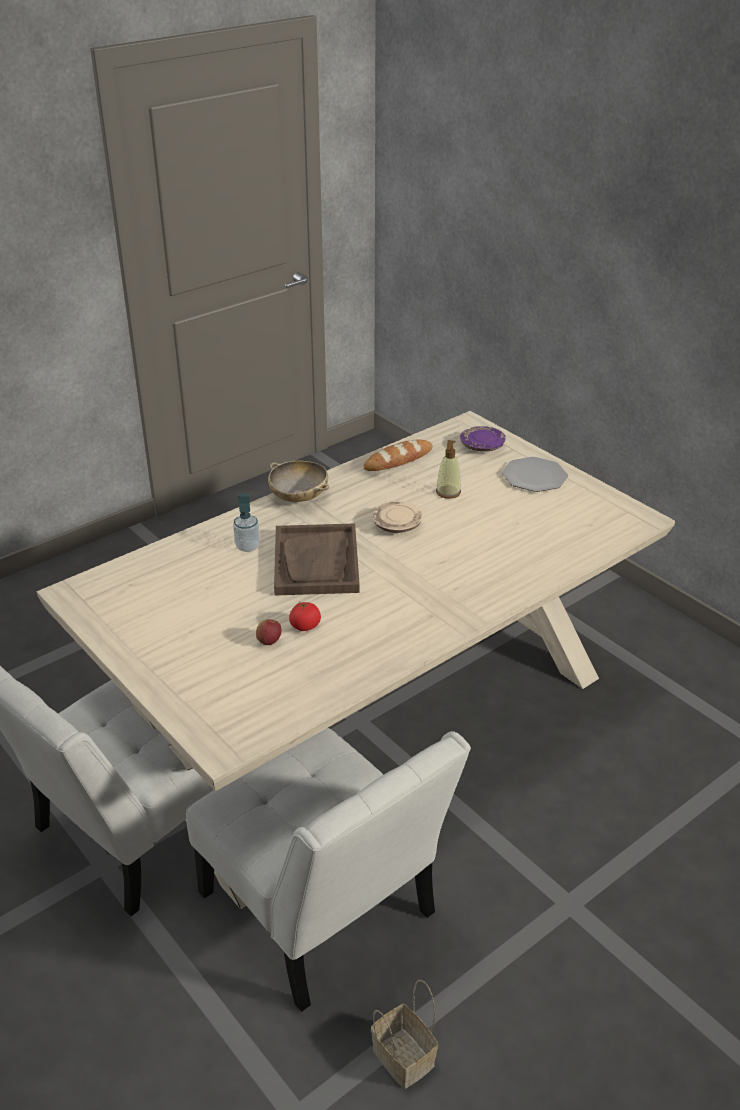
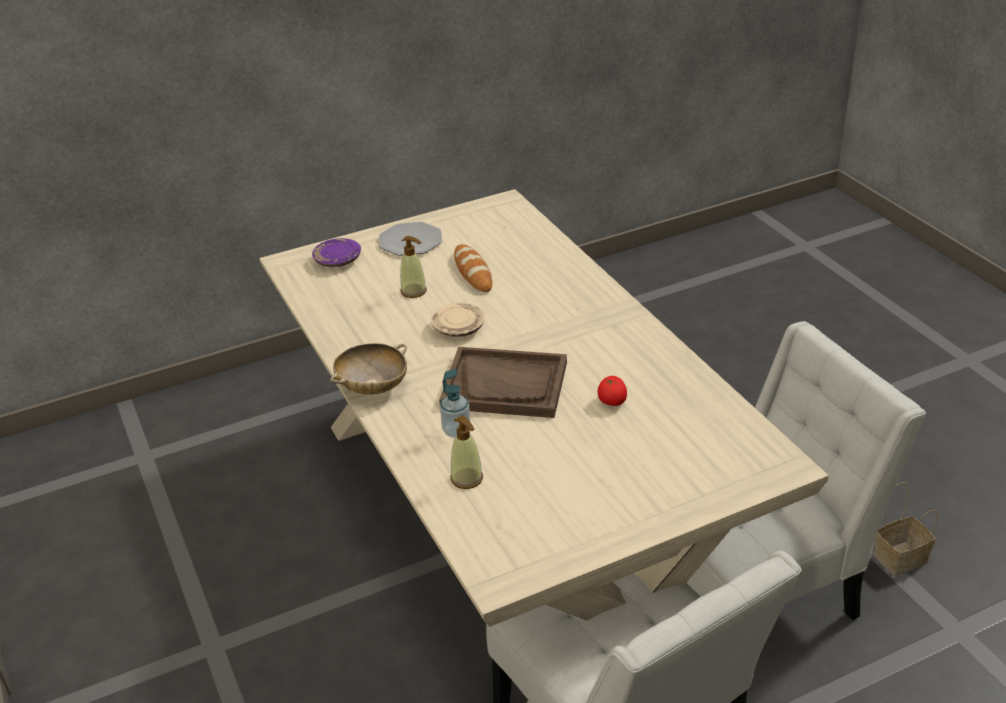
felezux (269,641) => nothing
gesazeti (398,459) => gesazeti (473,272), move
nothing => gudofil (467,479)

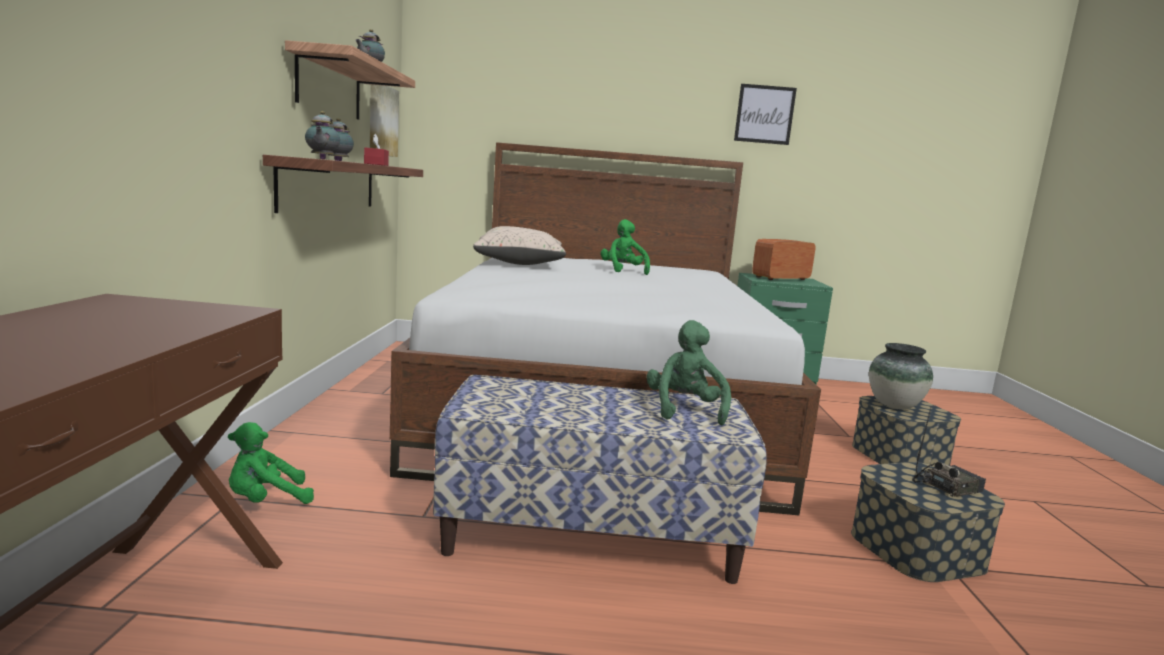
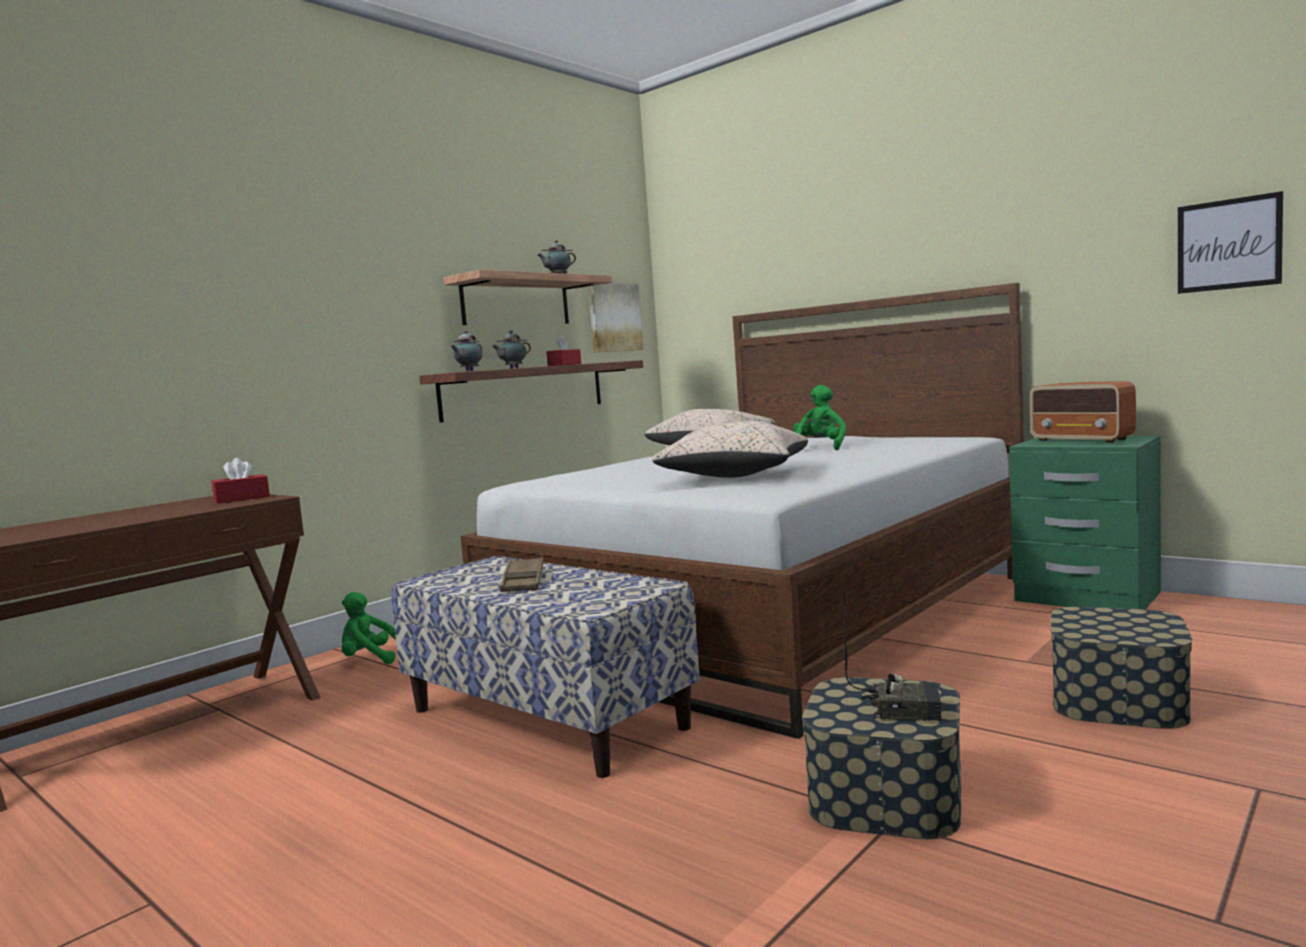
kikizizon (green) (684,410) => nothing
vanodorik (764,114) => vanodorik (1228,244), move
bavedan (780,278) => bavedan (1082,440), 135 degrees counterclockwise
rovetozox (894,406) => nothing
nothing => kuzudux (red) (242,499)
nothing => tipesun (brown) (523,581)
nothing => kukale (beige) (735,477)

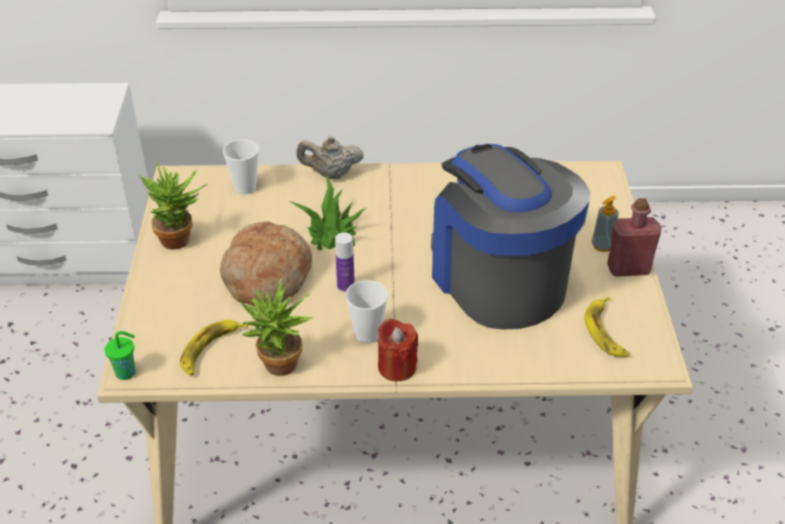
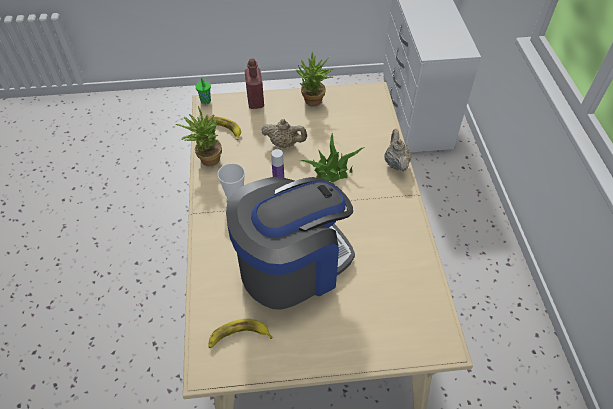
gesazeti (266,276) => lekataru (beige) (284,144)
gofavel (245,188) => nothing
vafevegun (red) (397,367) => nothing
gudofil (602,246) => nothing
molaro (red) (628,269) => molaro (red) (255,101), move

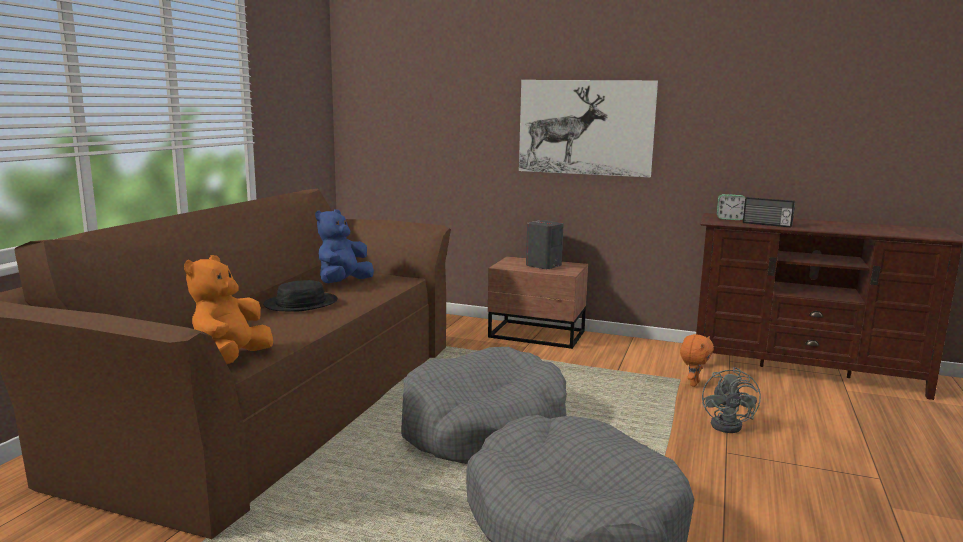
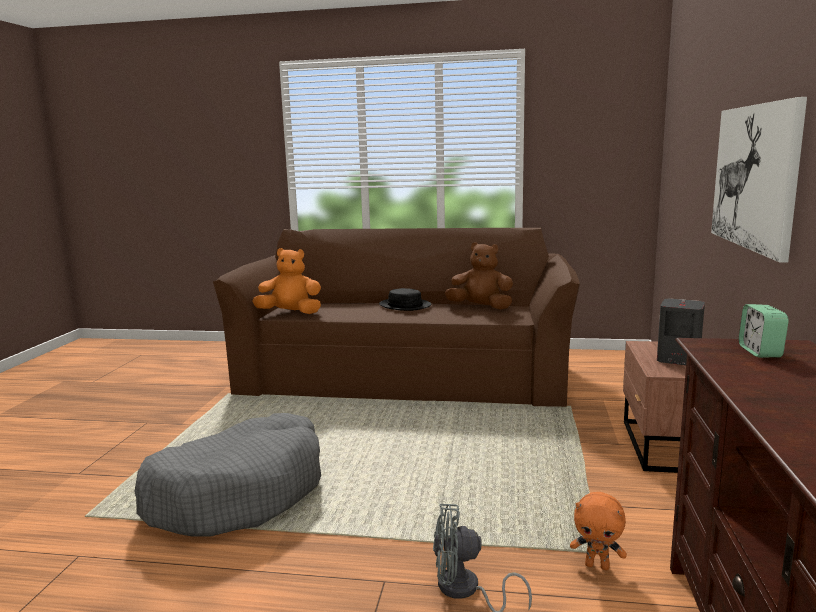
kikizizon (blue) (343,283) => kikizizon (brown) (481,307)
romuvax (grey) (483,427) => nothing
bavedan (767,224) => nothing

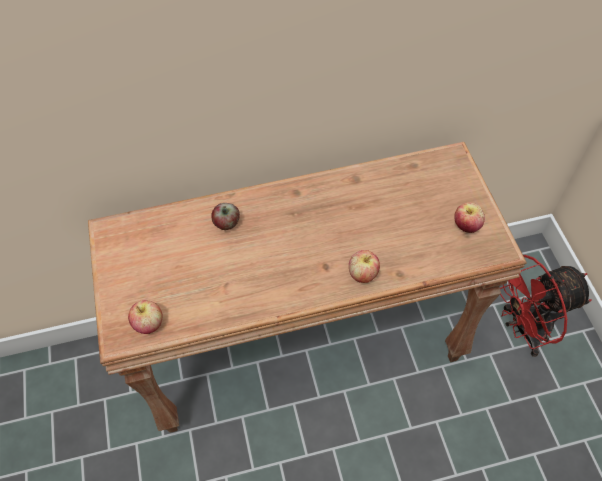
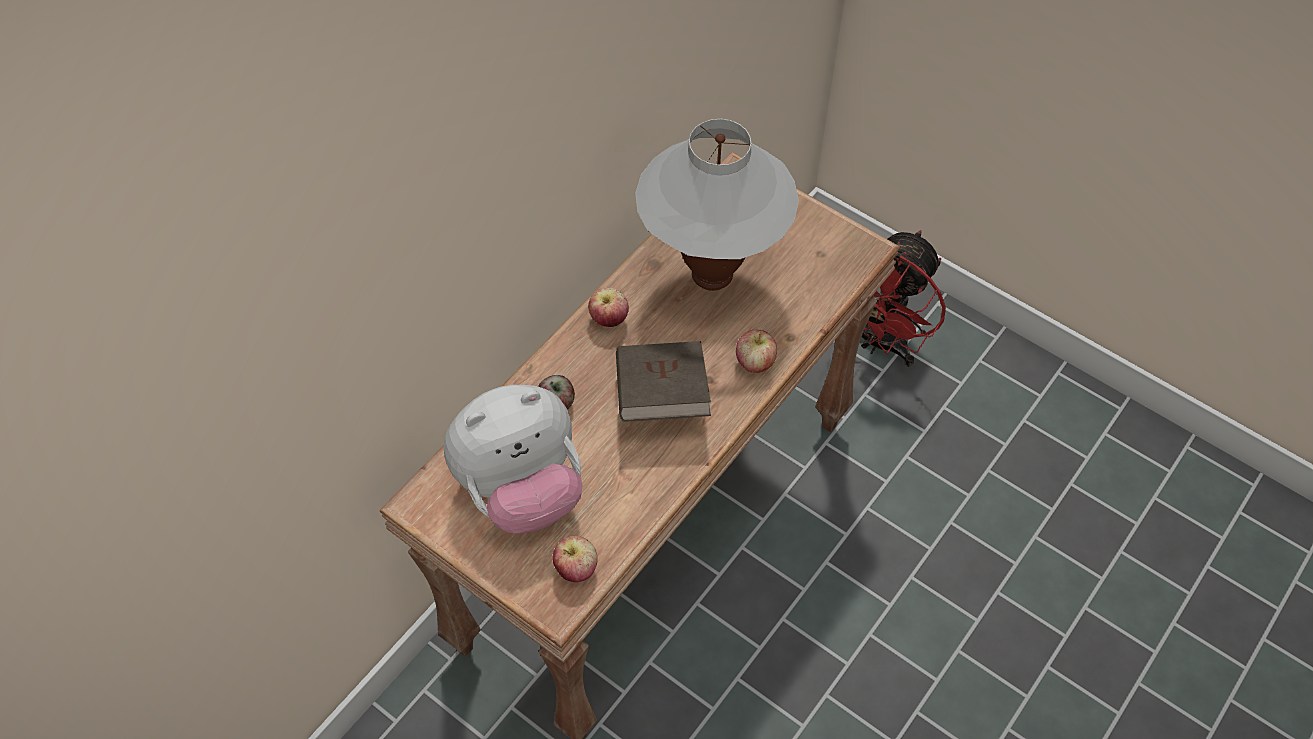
felezux (466,226) => felezux (609,319), move
nothing => kikizizon (522,489)
nothing => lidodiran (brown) (661,396)
nothing => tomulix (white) (712,276)

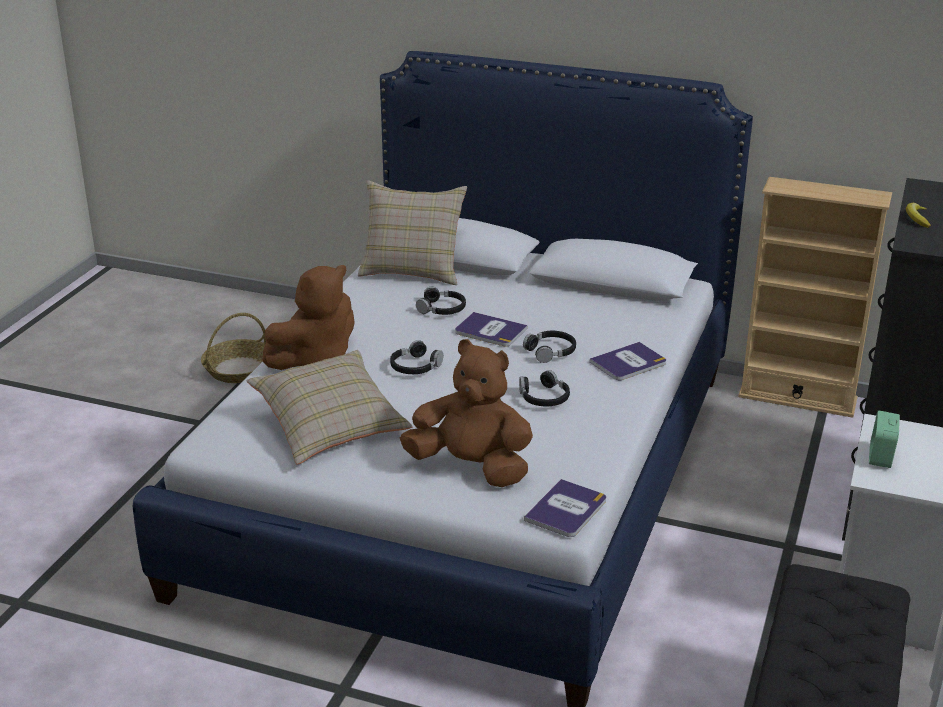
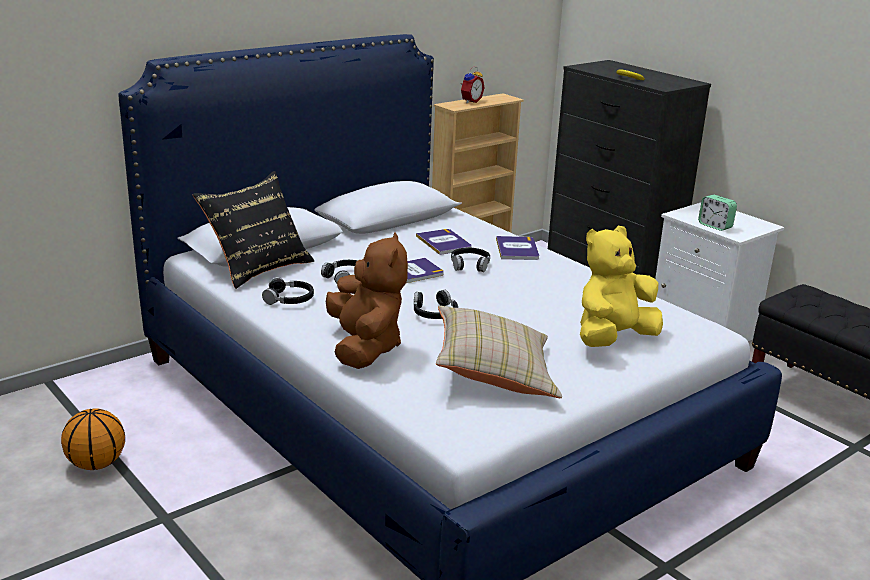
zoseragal (238,370) => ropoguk (97,464)
kukale (beige) (412,270) => kukale (black) (258,268)
kikizizon (brown) (471,467) => kikizizon (yellow) (613,339)
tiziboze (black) (544,397) => tiziboze (black) (289,299), move
lidodiran (566,510) => lidodiran (444,242), move
nothing => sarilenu (470,101)

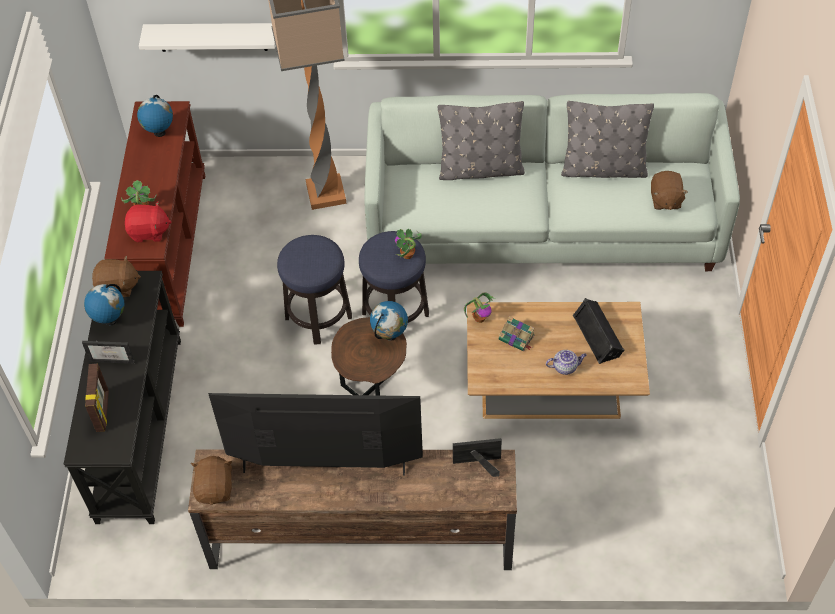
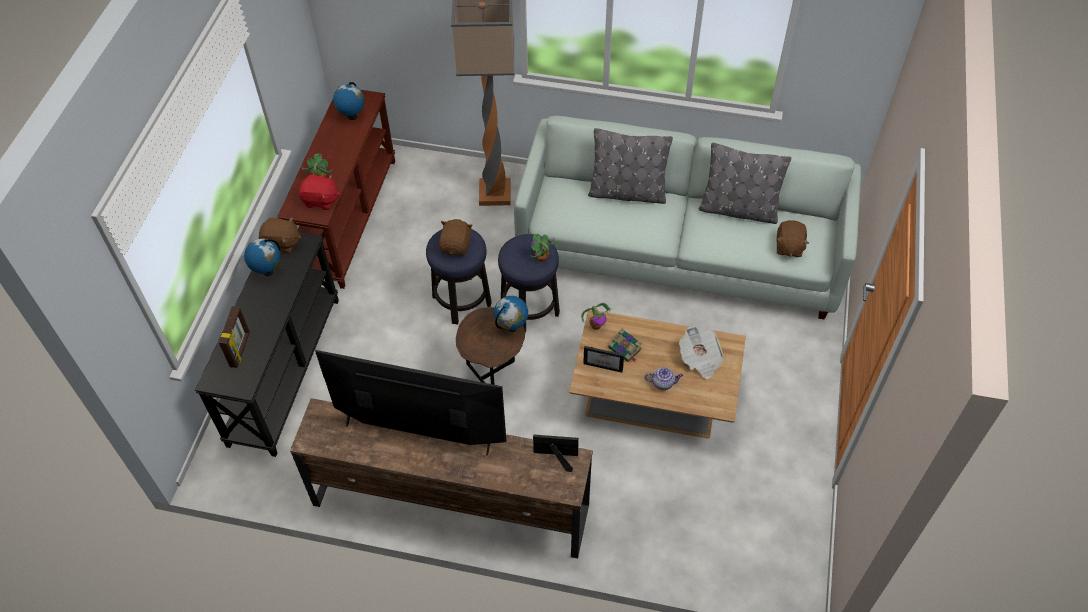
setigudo (114,357) => setigudo (604,364), move
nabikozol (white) (212,37) => nothing
kikizizon (brown) (215,488) => kikizizon (brown) (456,246), move
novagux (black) (598,335) => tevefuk (700,359)

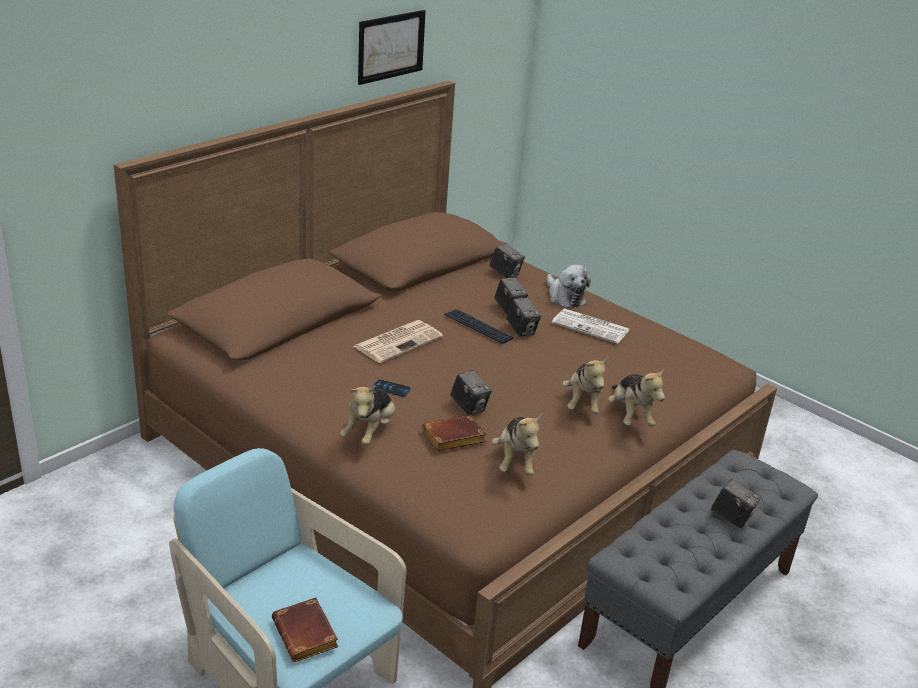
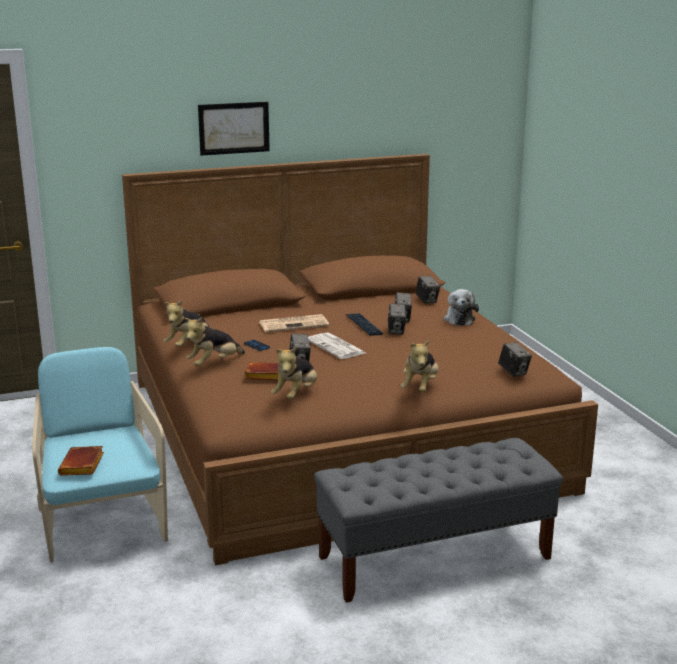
vanodorik (391,46) => vanodorik (234,128), move
tevefuk (591,327) => tevefuk (336,347), move
kikizizon (583,402) => kikizizon (189,344), move
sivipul (731,518) => sivipul (514,372), move

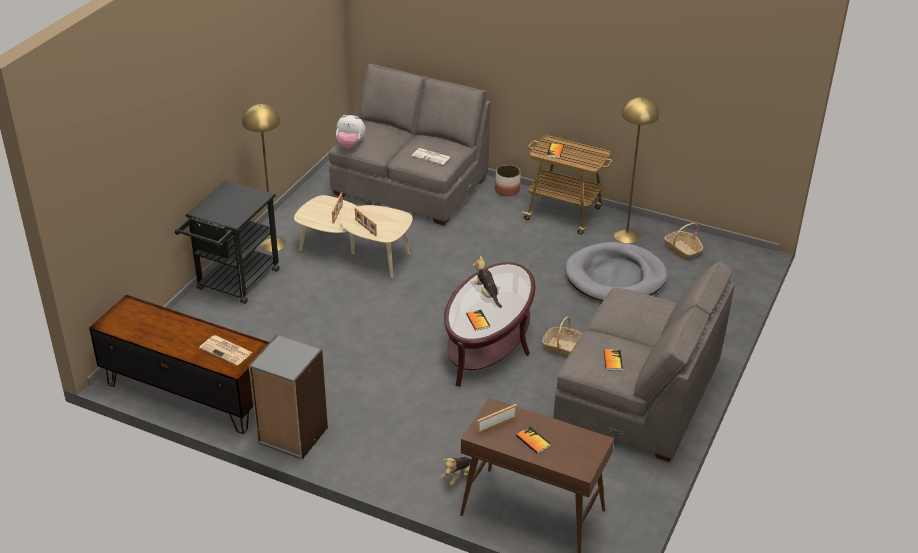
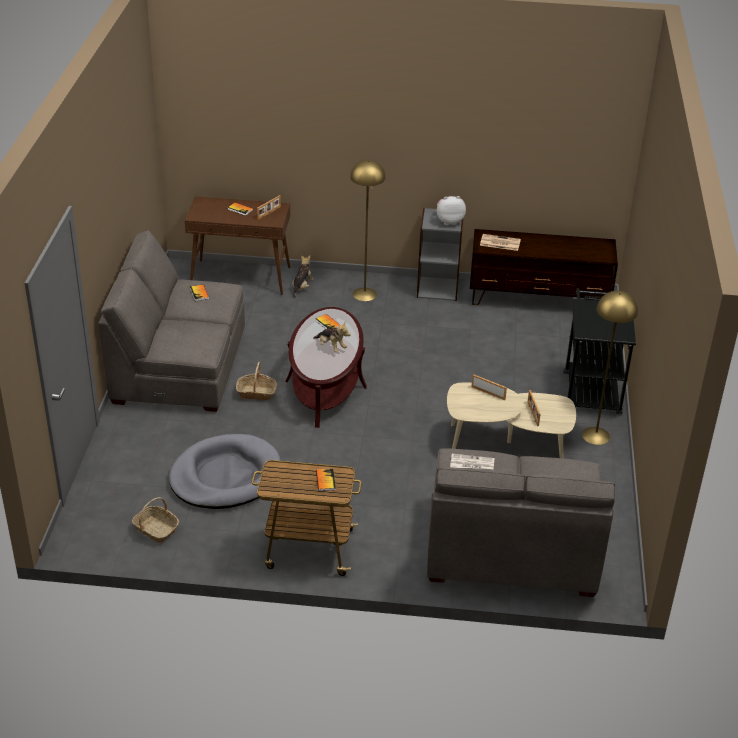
kikizizon (350,144) => kikizizon (449,221), move
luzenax (507,190) => nothing
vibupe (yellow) (626,235) => vibupe (yellow) (364,294), move

